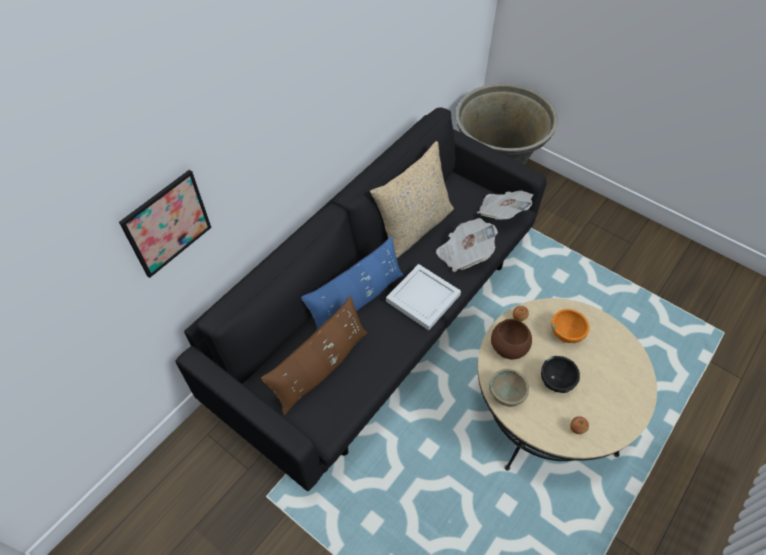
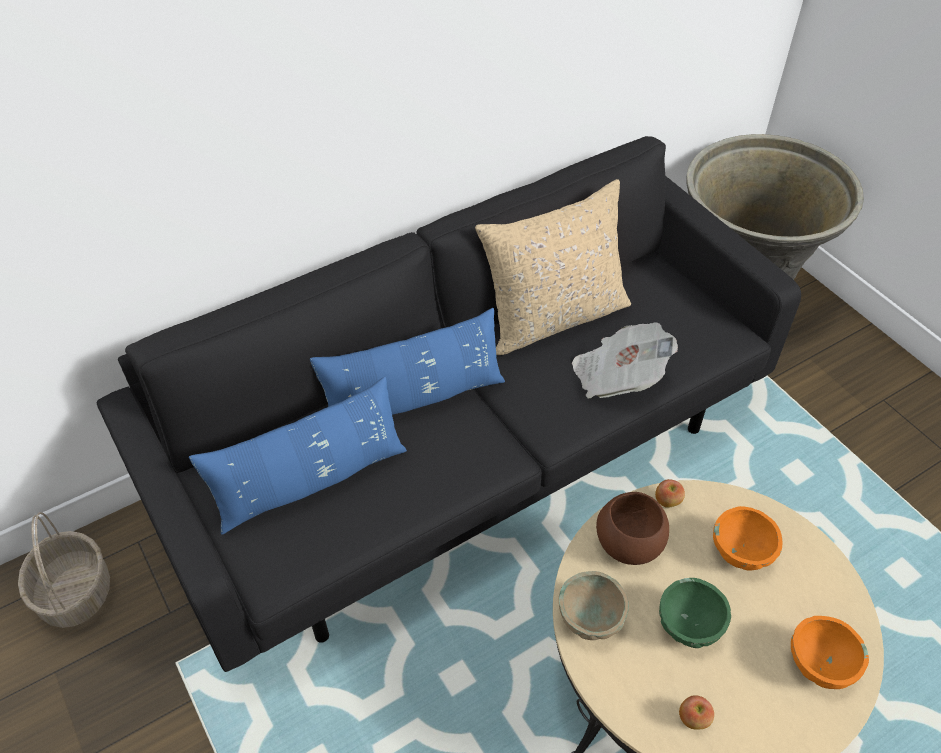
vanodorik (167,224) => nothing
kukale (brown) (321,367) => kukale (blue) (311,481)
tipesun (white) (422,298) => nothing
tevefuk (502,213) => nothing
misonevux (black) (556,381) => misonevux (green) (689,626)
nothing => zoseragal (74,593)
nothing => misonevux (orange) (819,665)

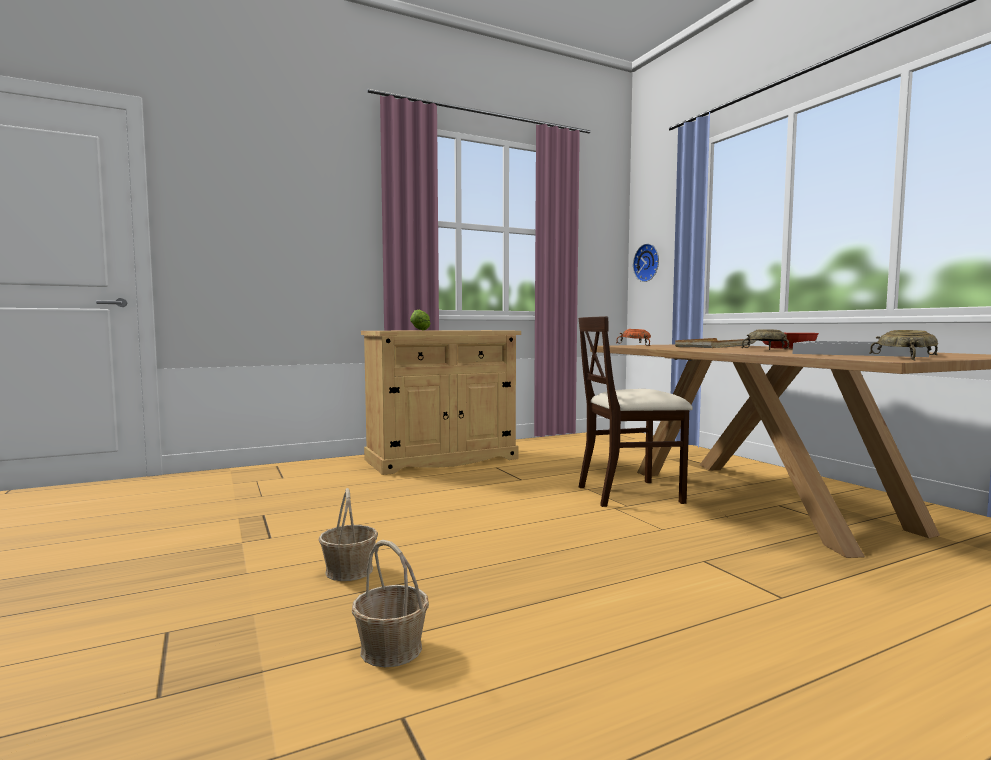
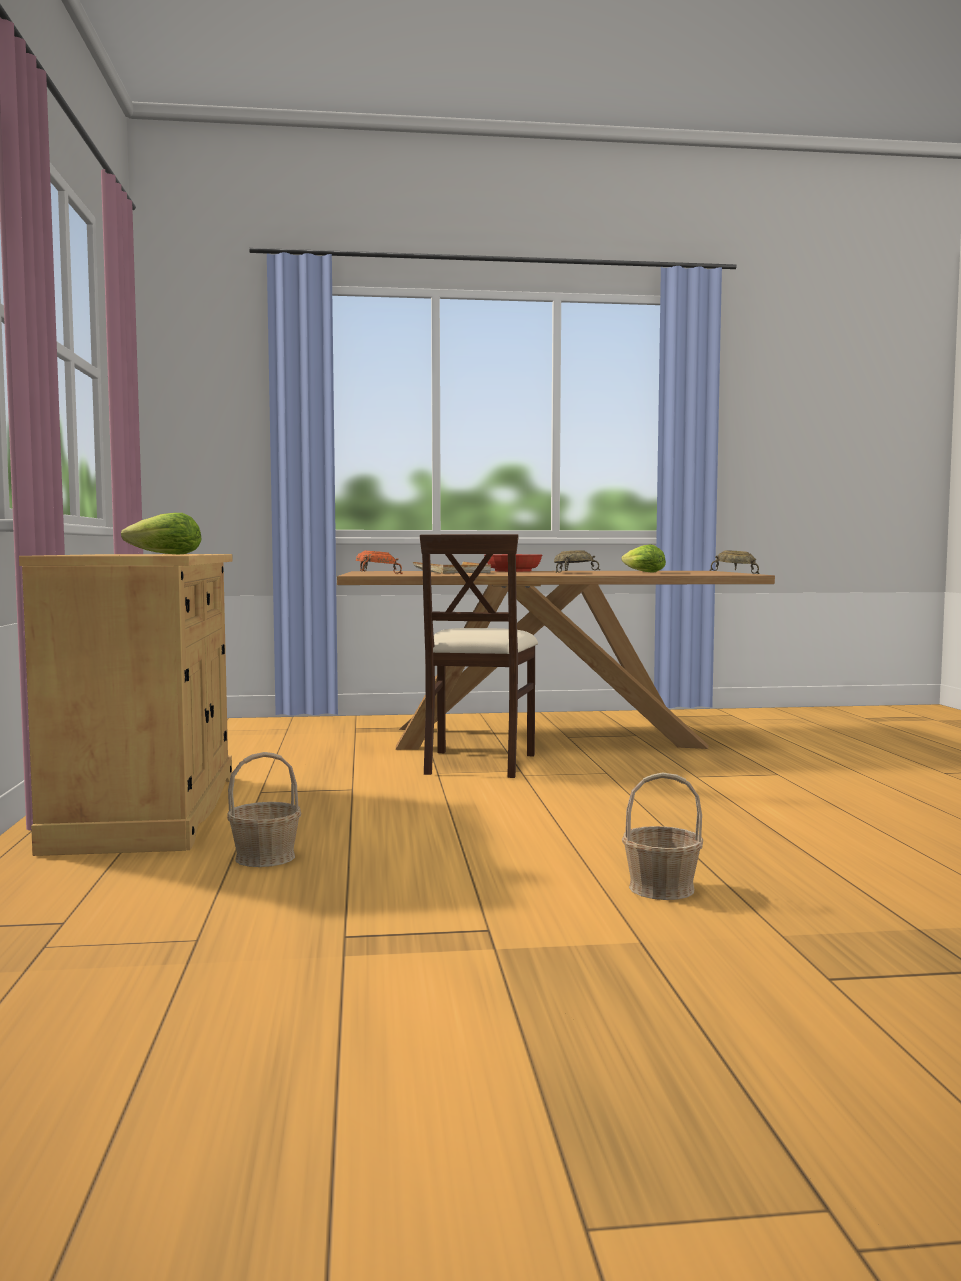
zoseragal (391,649) => zoseragal (265,857), move
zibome (648,263) => nothing
tipesun (white) (858,353) => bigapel (641,572)

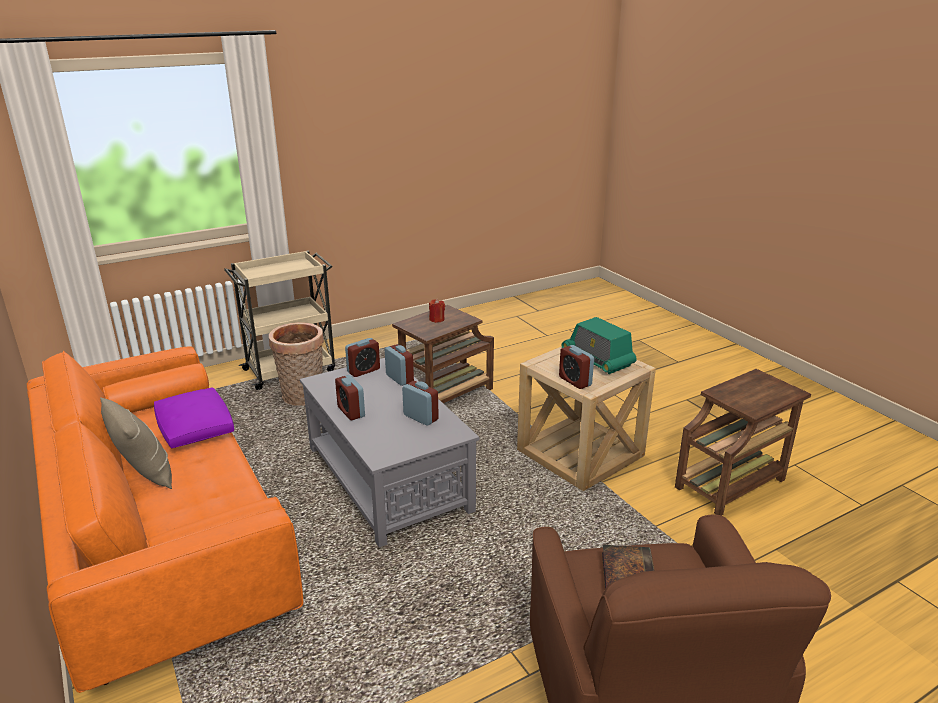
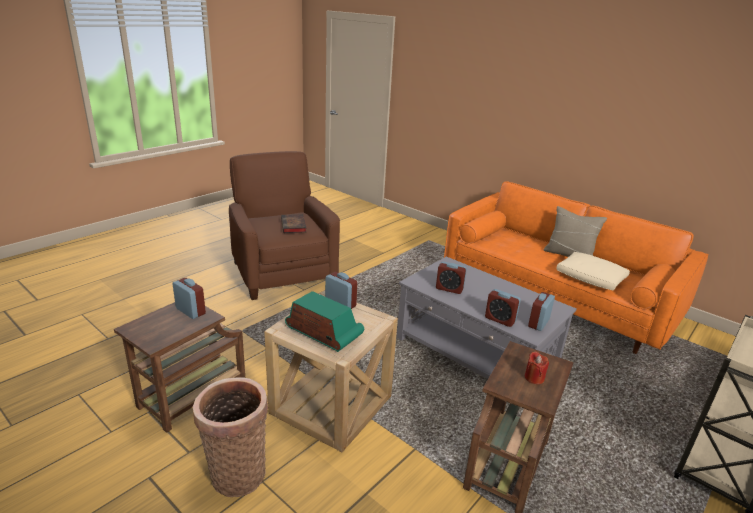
kukale (purple) (195,427) => kukale (beige) (591,279)
zoseragal (303,397) => zoseragal (237,472), move
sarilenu (351,412) => sarilenu (190,311), move

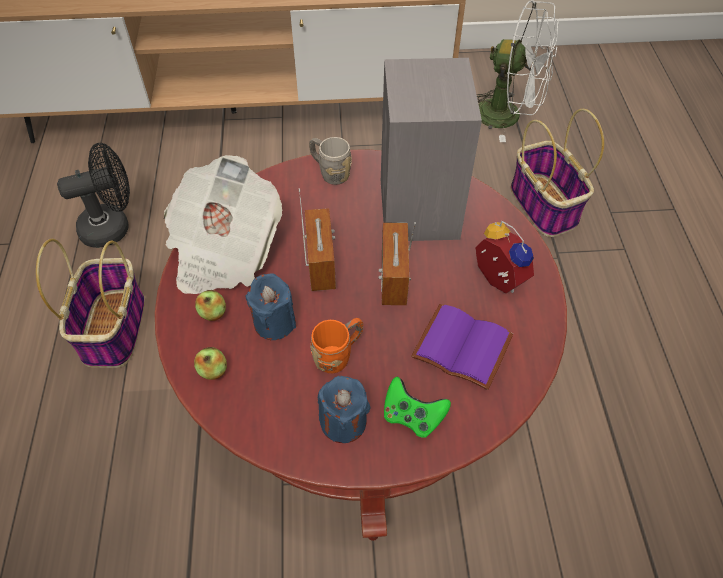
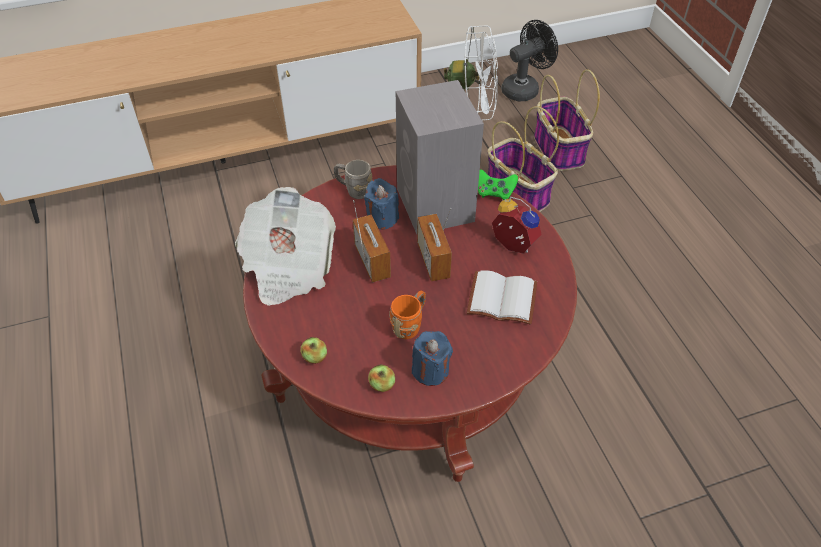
zoseragal (113,327) => zoseragal (558,149), move
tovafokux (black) (113,226) => tovafokux (black) (524,89), move
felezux (213,313) => felezux (382,385), move
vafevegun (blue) (274,322) => vafevegun (blue) (382,218), move
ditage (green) (412,415) => ditage (green) (494,192), move
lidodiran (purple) (459,348) => lidodiran (white) (500,300)

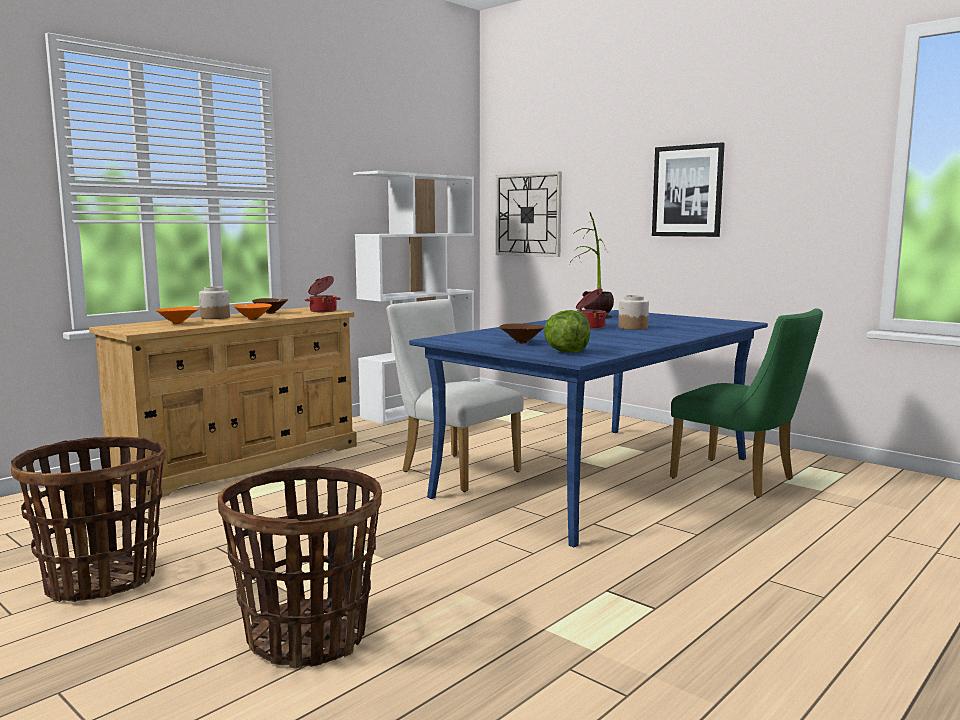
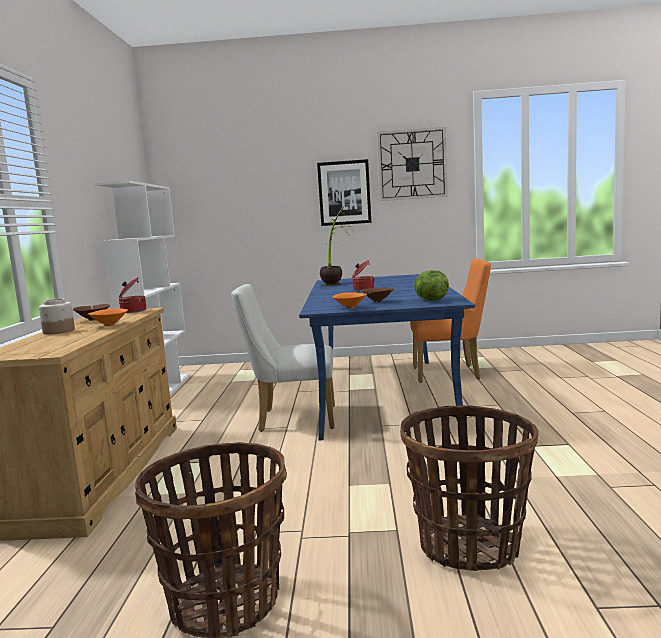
misonevux (orange) (179,323) => misonevux (orange) (351,308), move
zibome (528,215) => zibome (412,164), move
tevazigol (632,327) => nothing
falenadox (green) (741,480) => falenadox (orange) (451,373)

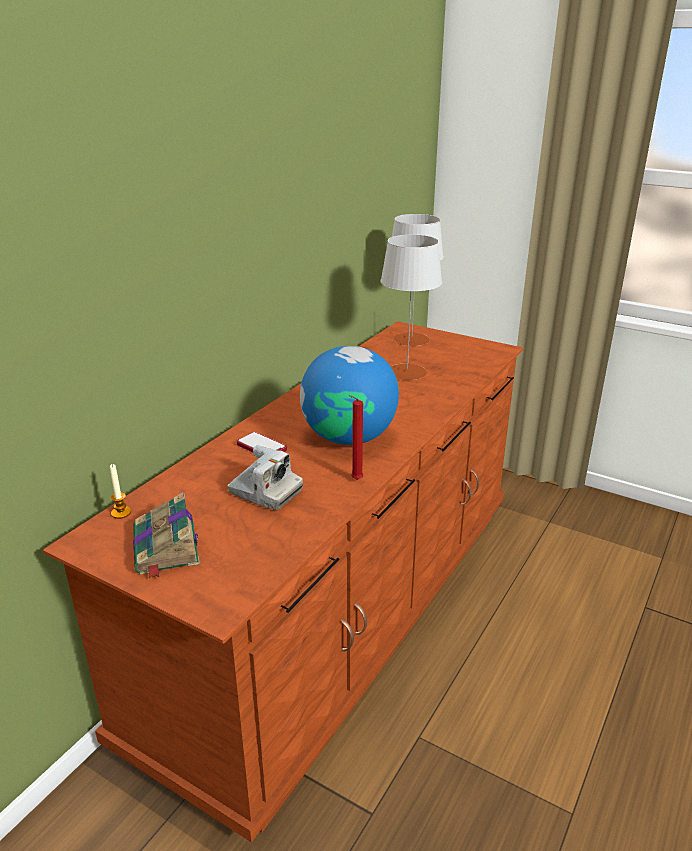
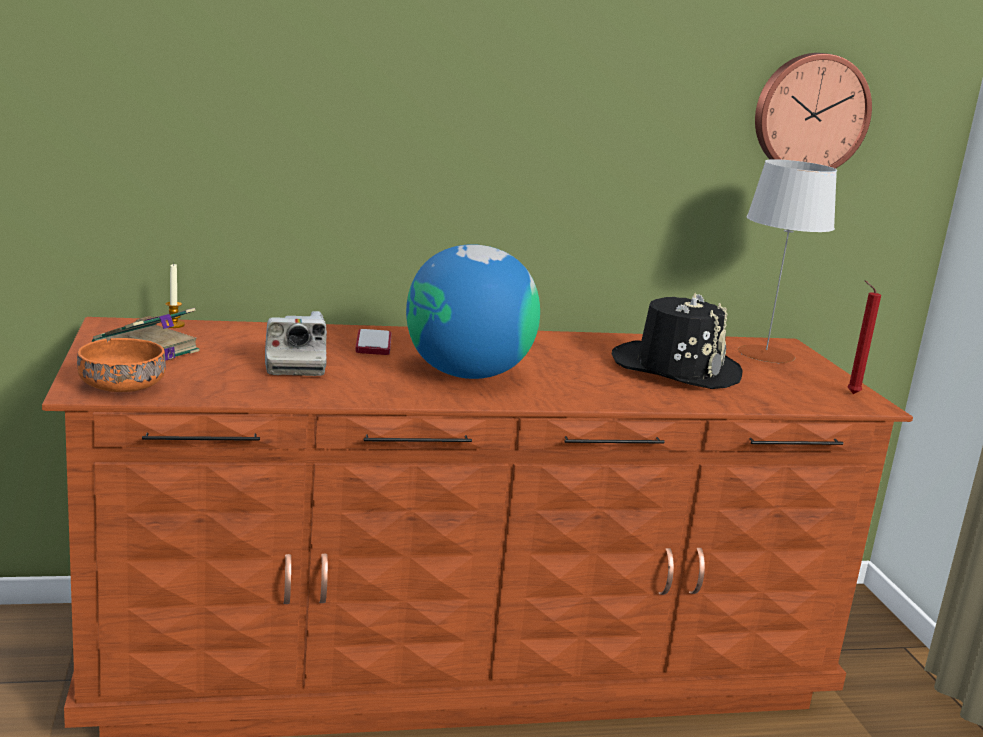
vafevegun (red) (355,480) => vafevegun (red) (850,393), move
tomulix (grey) (407,372) => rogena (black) (676,368)
nothing => misonevux (orange) (122,387)
nothing => zibome (810,114)

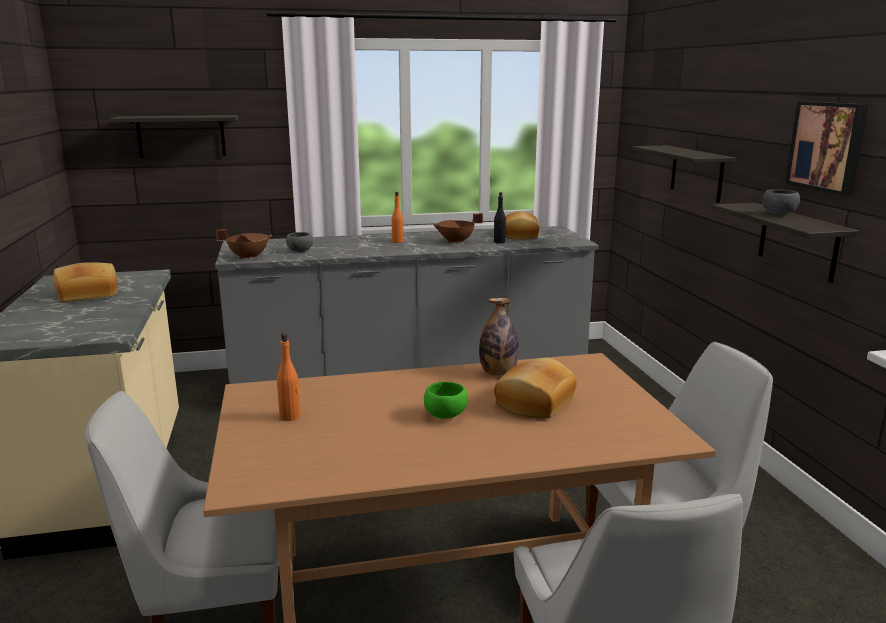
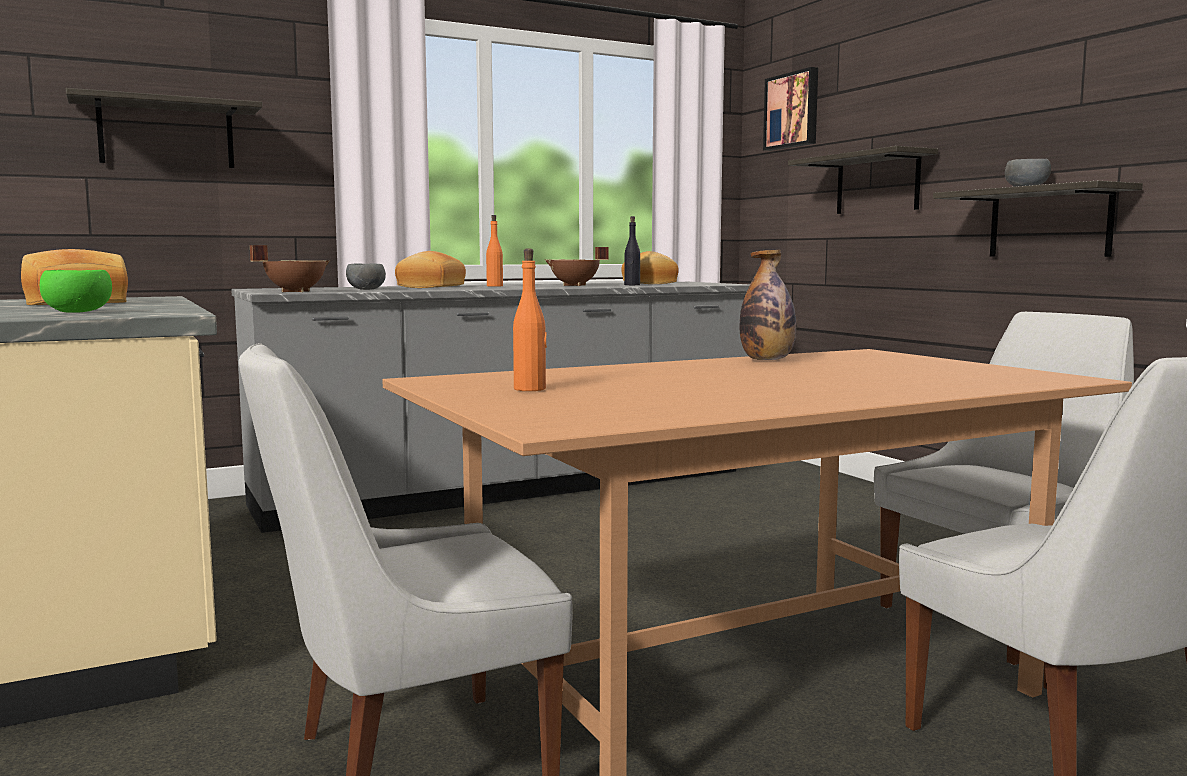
misonevux (green) (446,415) => misonevux (green) (80,312), move
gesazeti (533,402) => gesazeti (429,287), move
vanodorik (828,146) => vanodorik (793,110), move

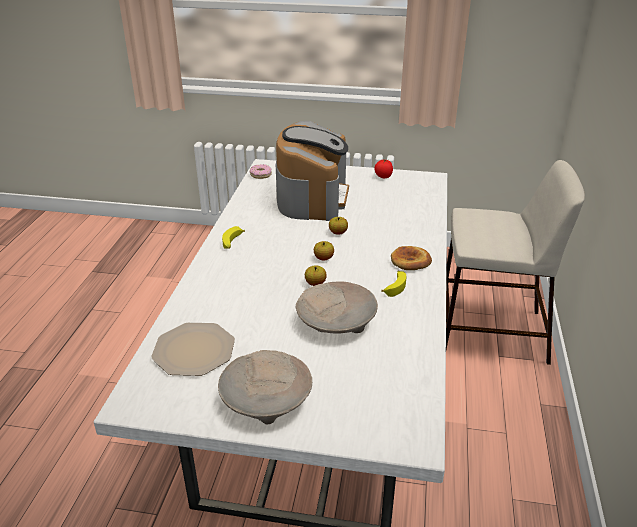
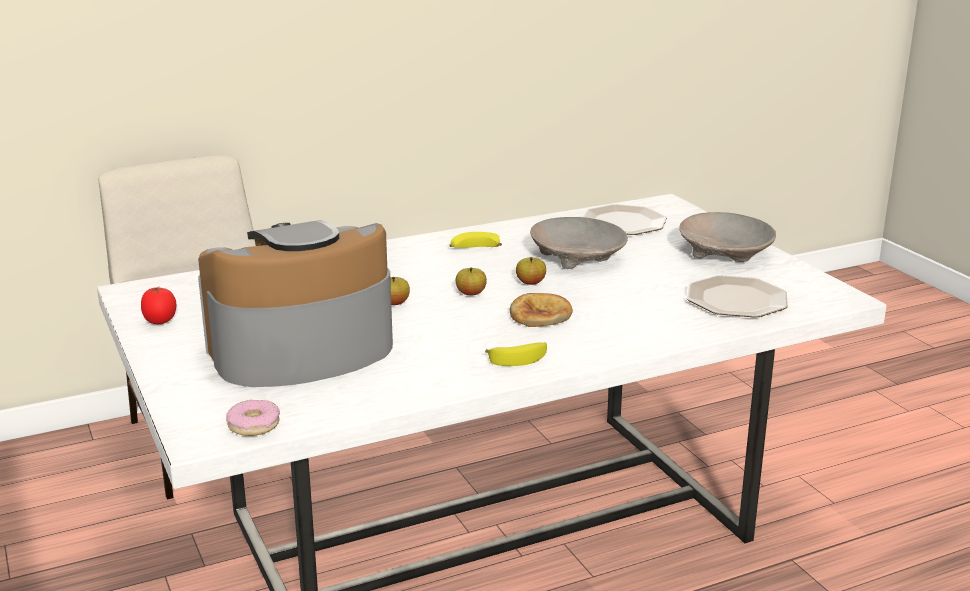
gesazeti (410,261) => gesazeti (540,315), move
nothing => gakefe (624,222)

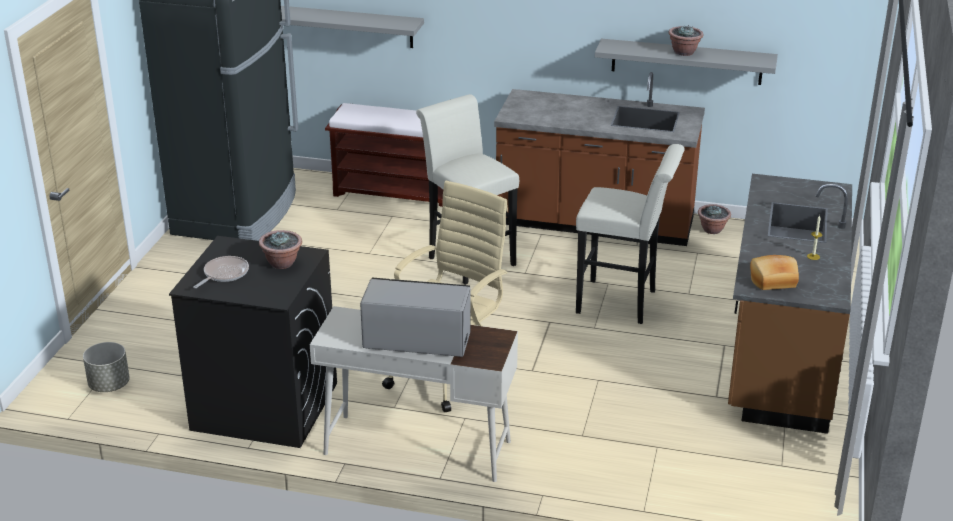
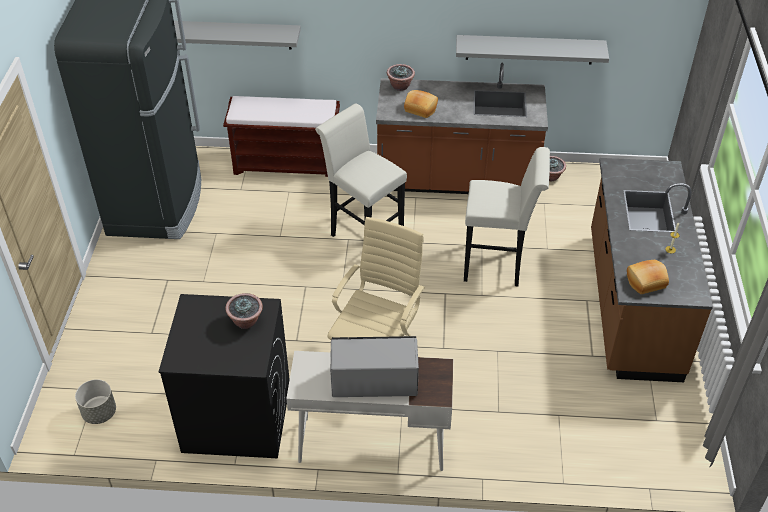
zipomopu (224,274) => nothing
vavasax (684,52) => vavasax (400,86), move
nothing => gesazeti (421,108)

